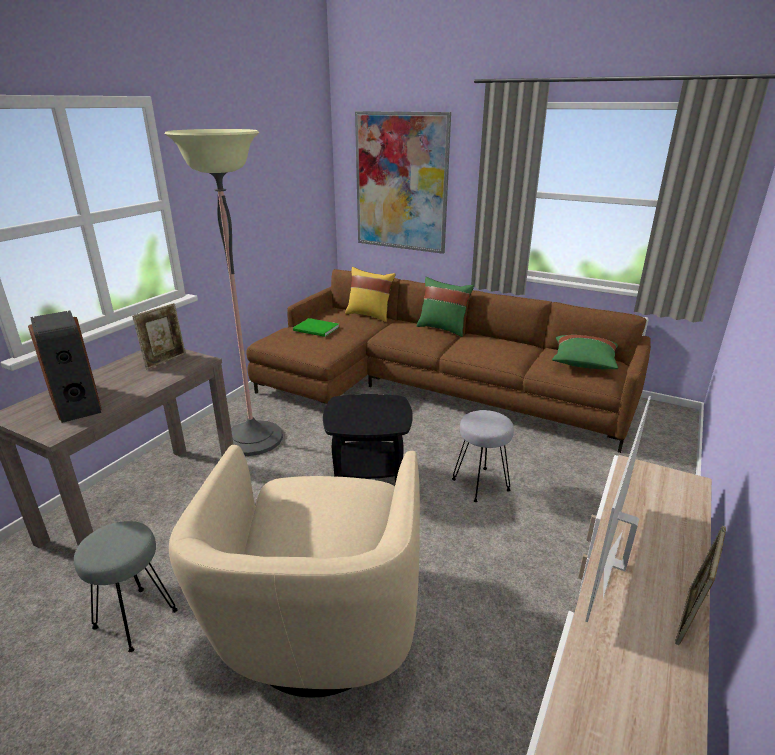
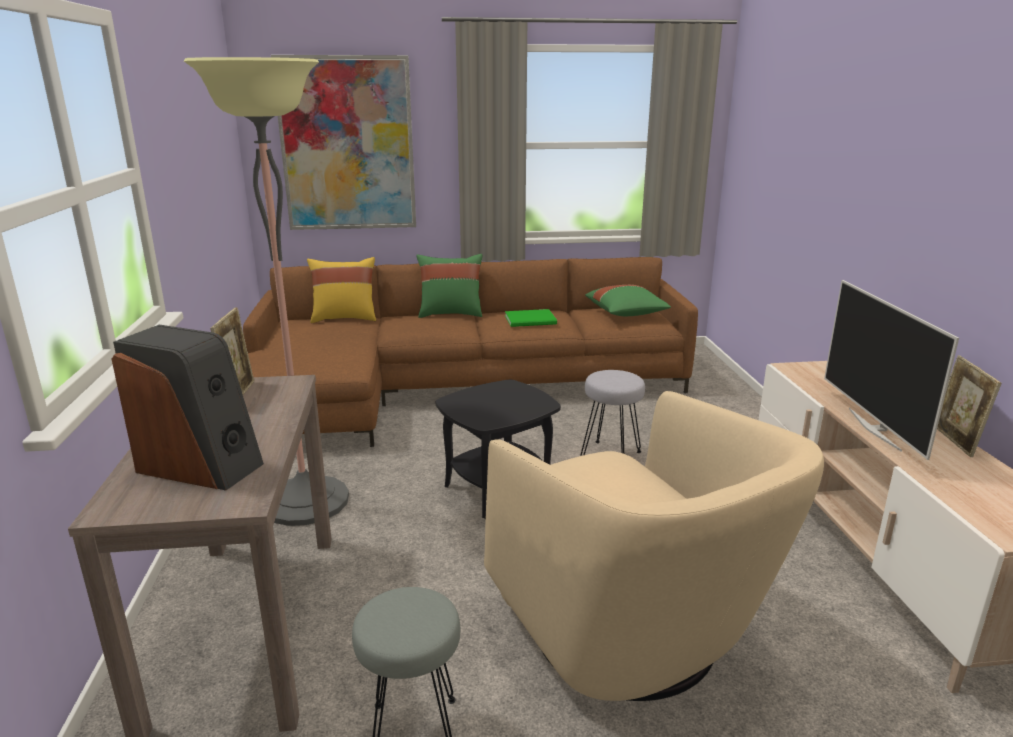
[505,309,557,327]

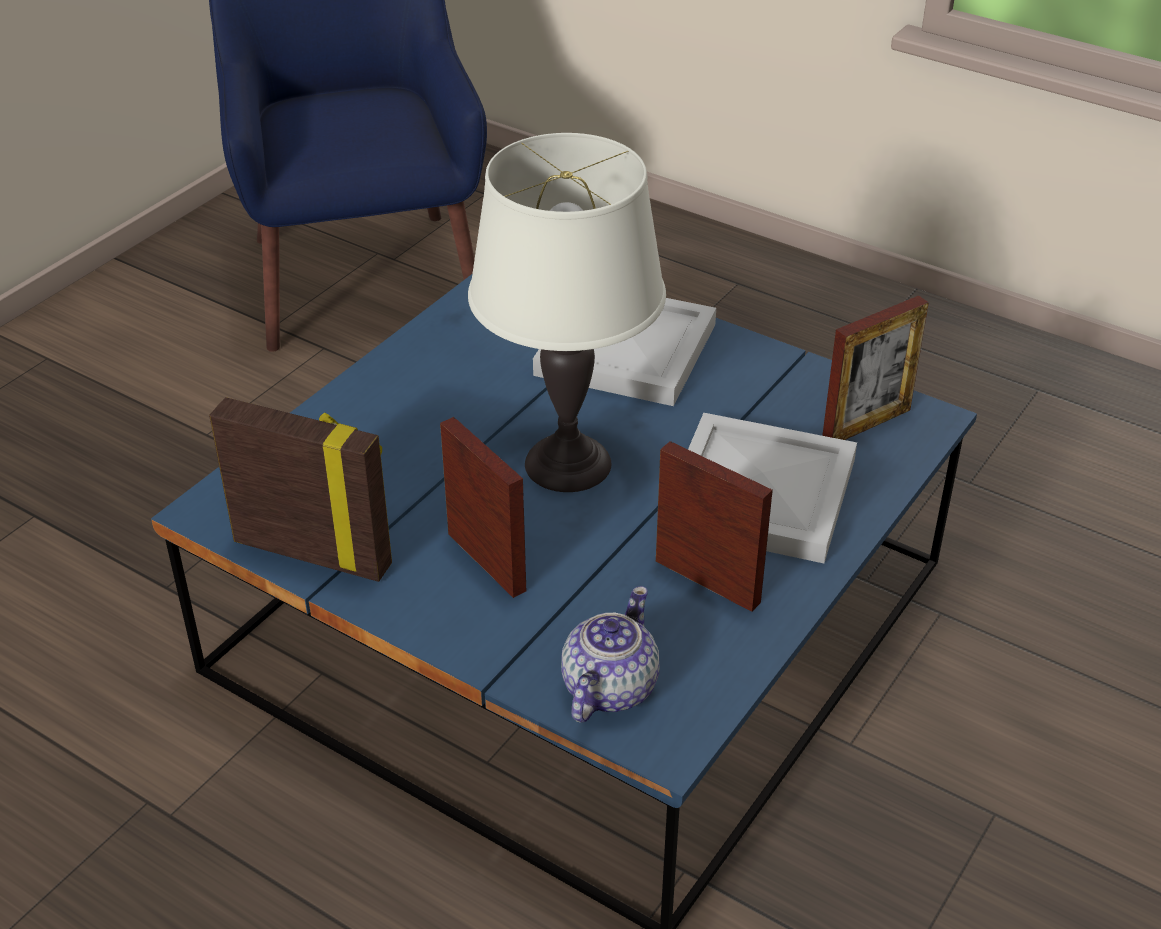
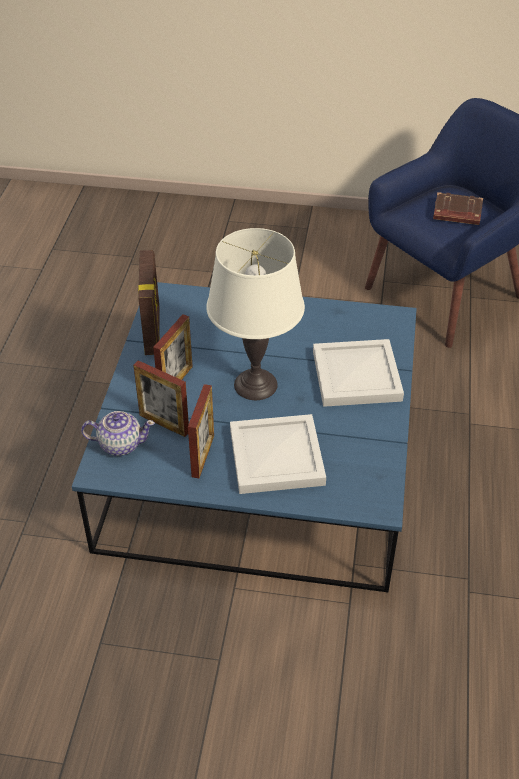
[433,192,483,225]
[133,360,189,437]

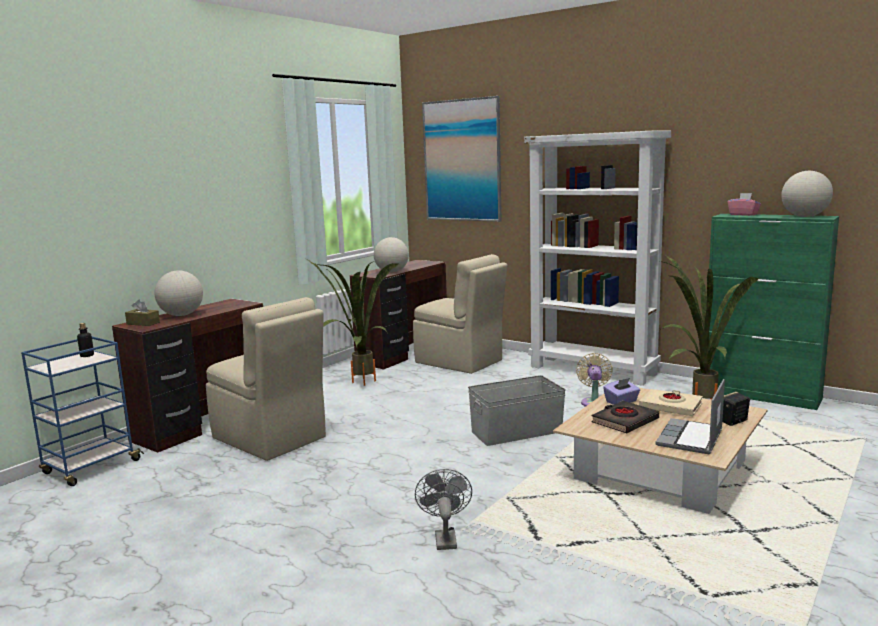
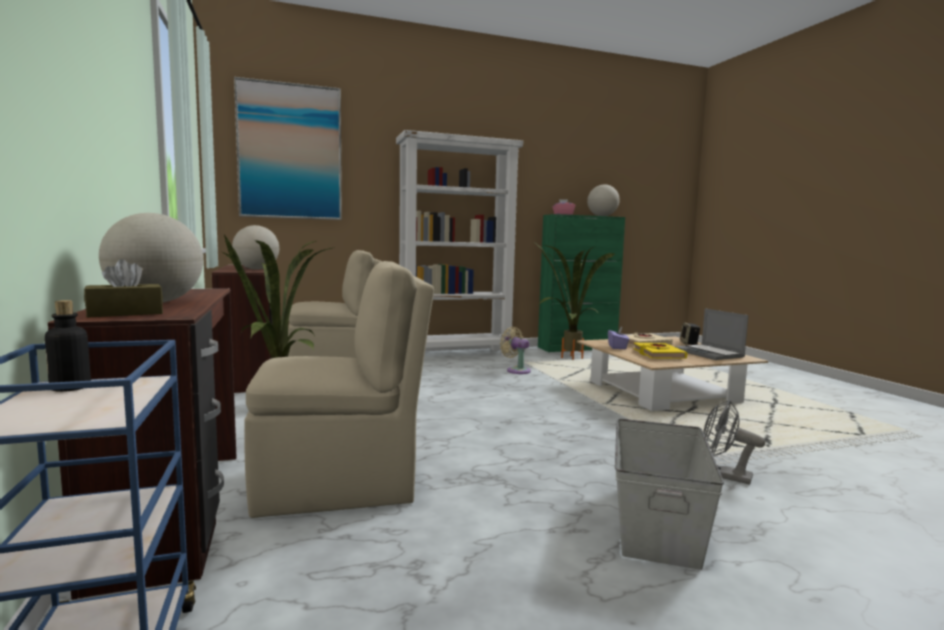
[615,419,724,570]
[633,343,687,359]

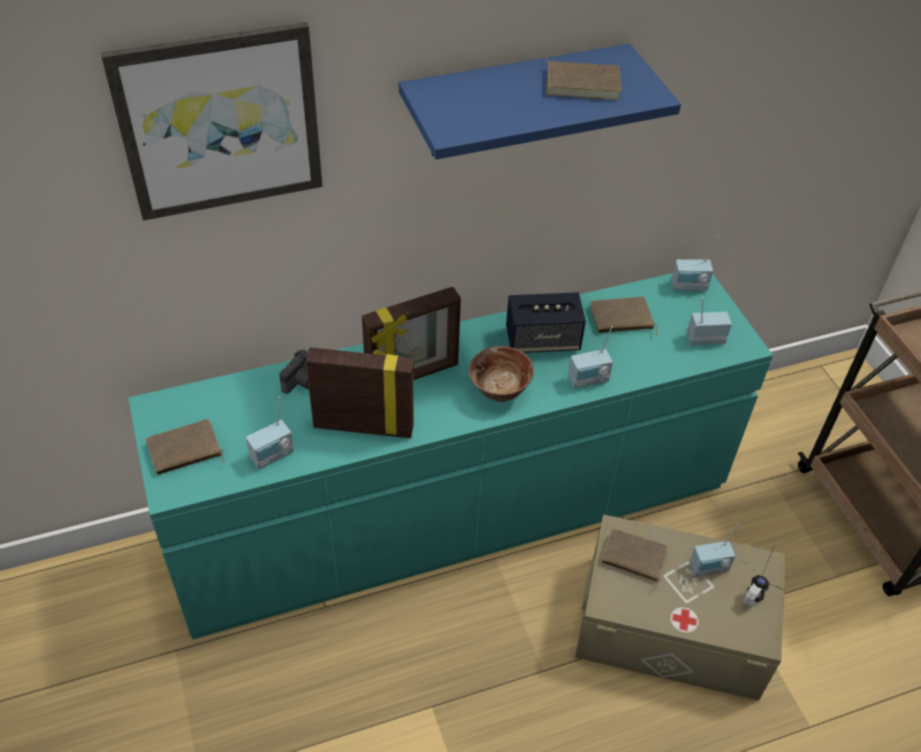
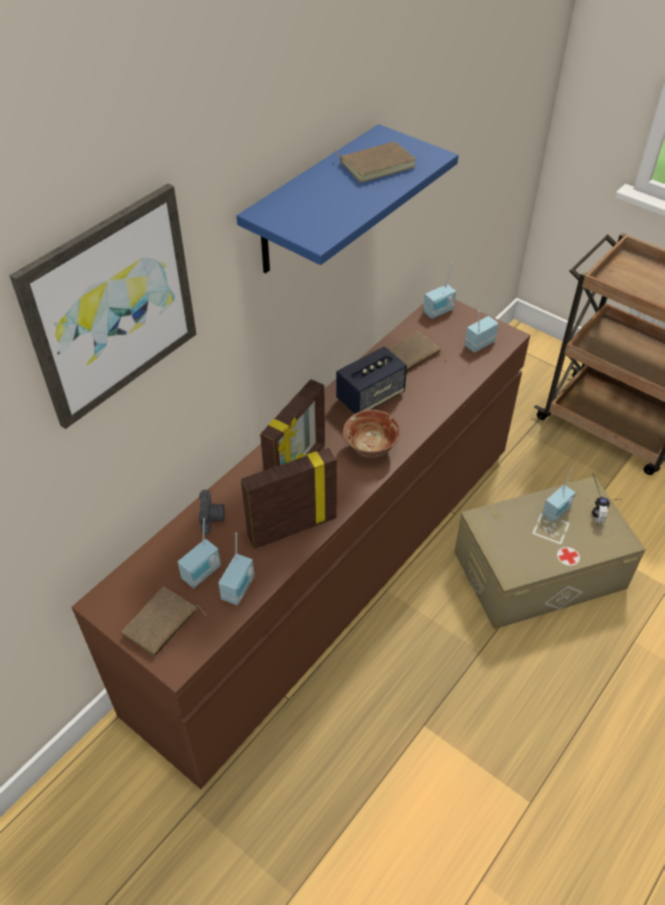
[602,529,668,590] (first image)
[178,518,221,588]
[72,300,530,789]

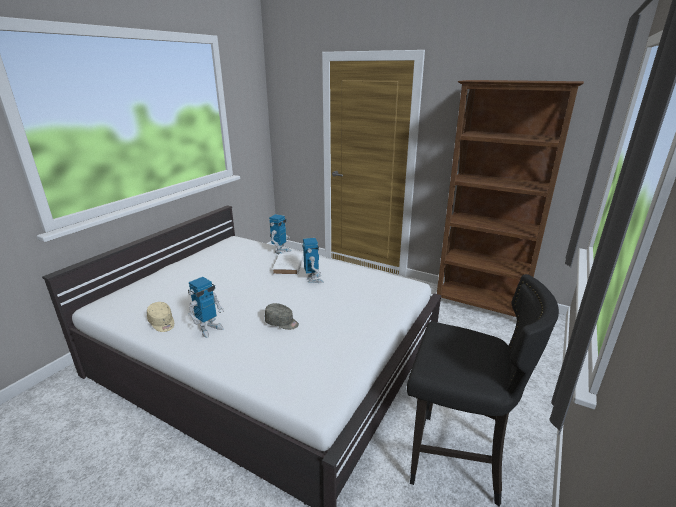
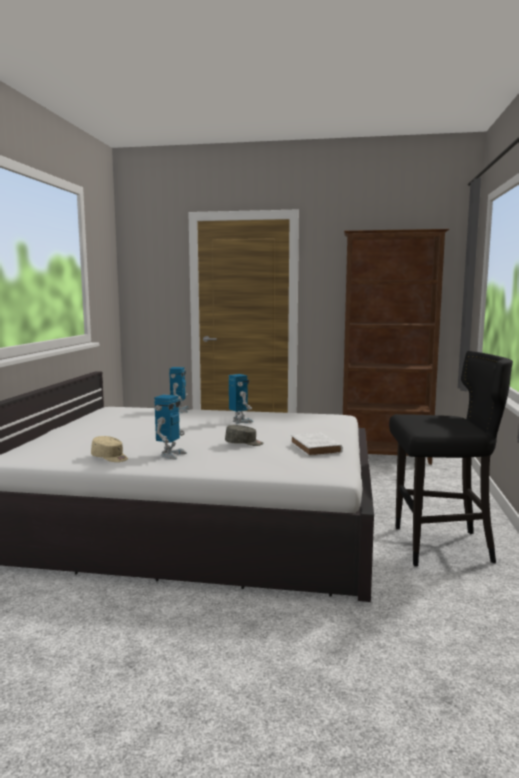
[290,432,343,456]

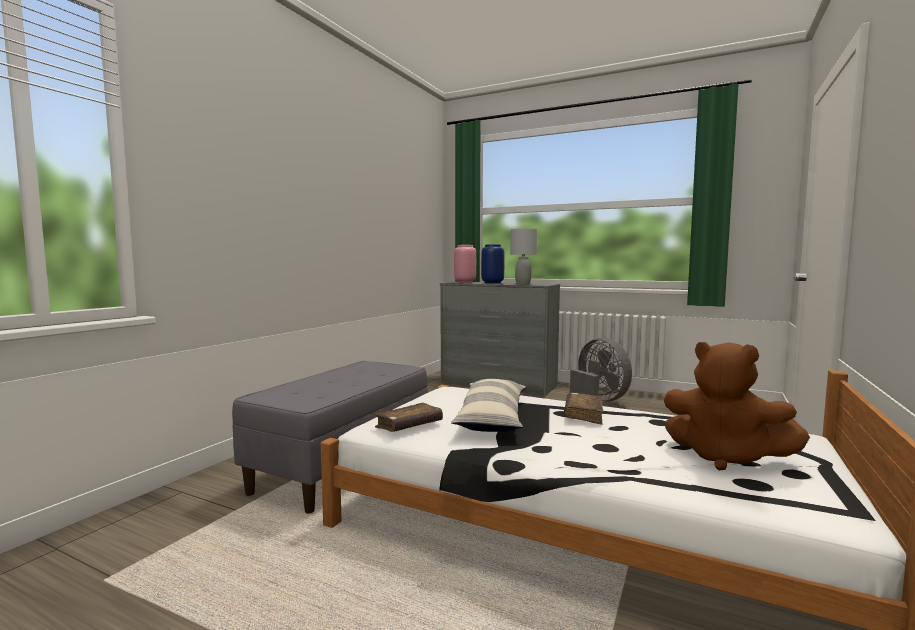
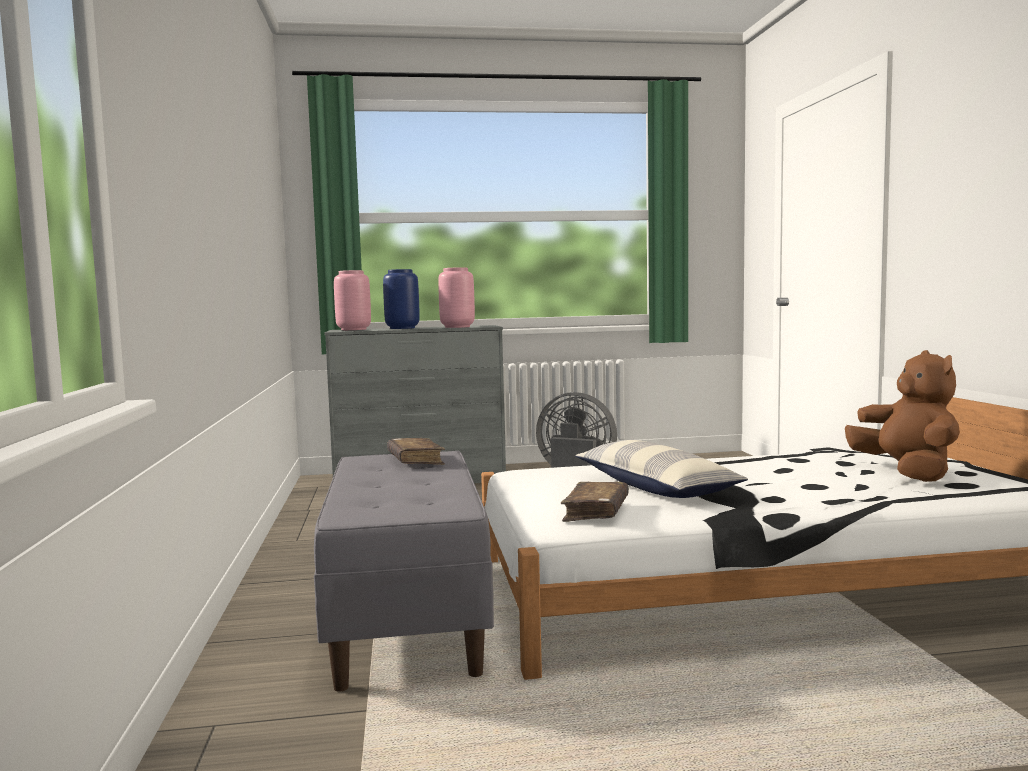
[387,438,445,465]
[438,267,475,328]
[845,350,960,482]

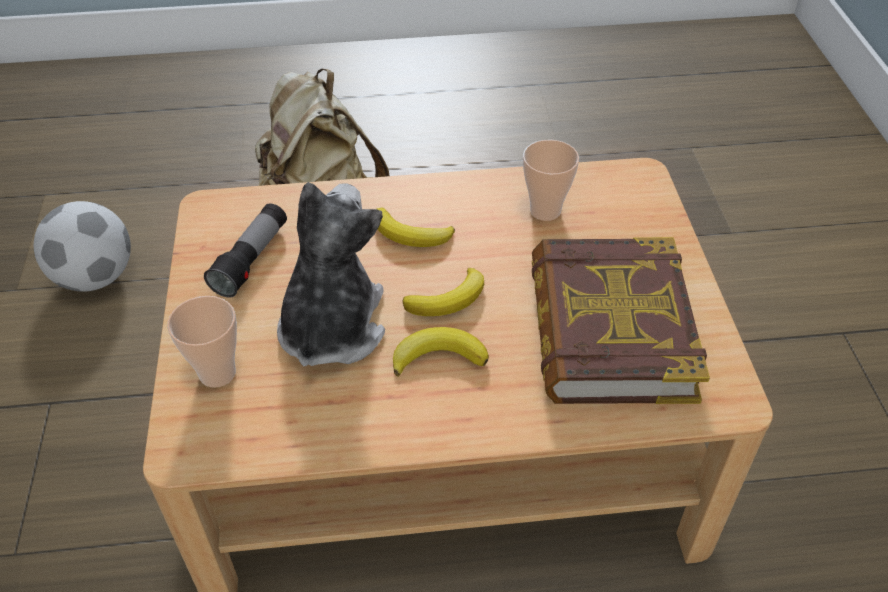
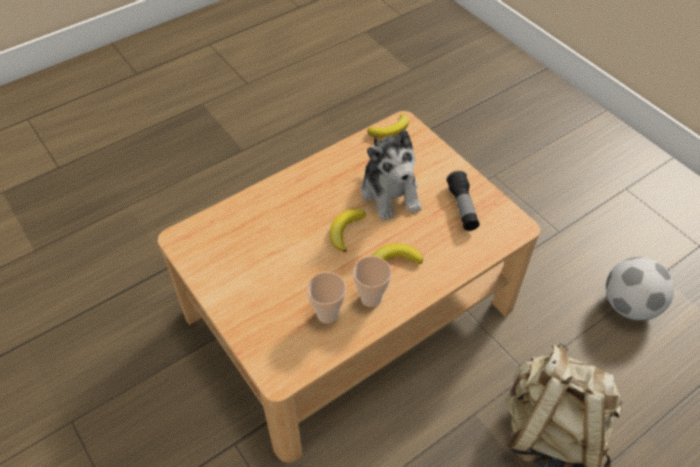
[532,237,710,404] (first image)
[353,256,392,307]
[367,114,409,138]

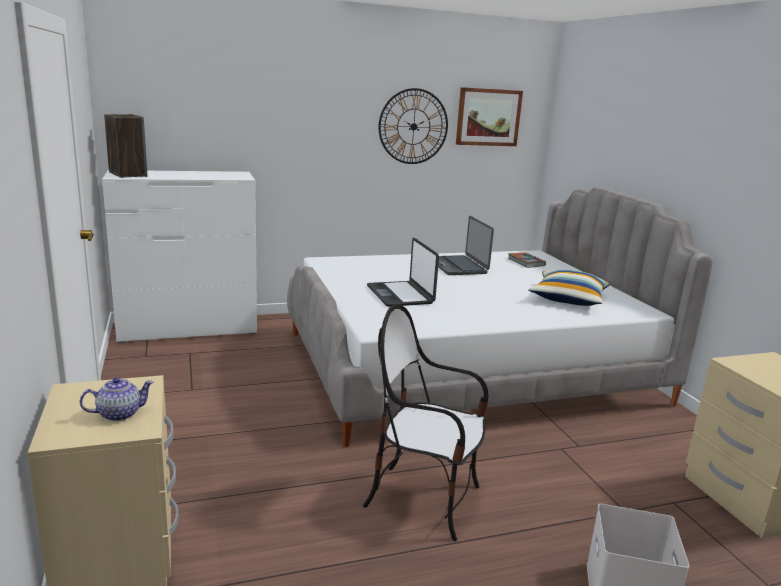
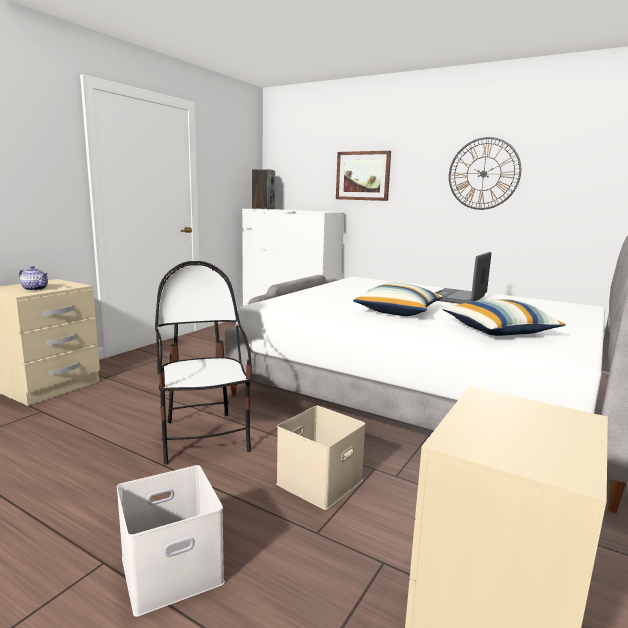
[367,238,439,307] (first image)
[508,252,546,268] (first image)
[276,405,366,510]
[353,282,443,316]
[336,151,391,201]

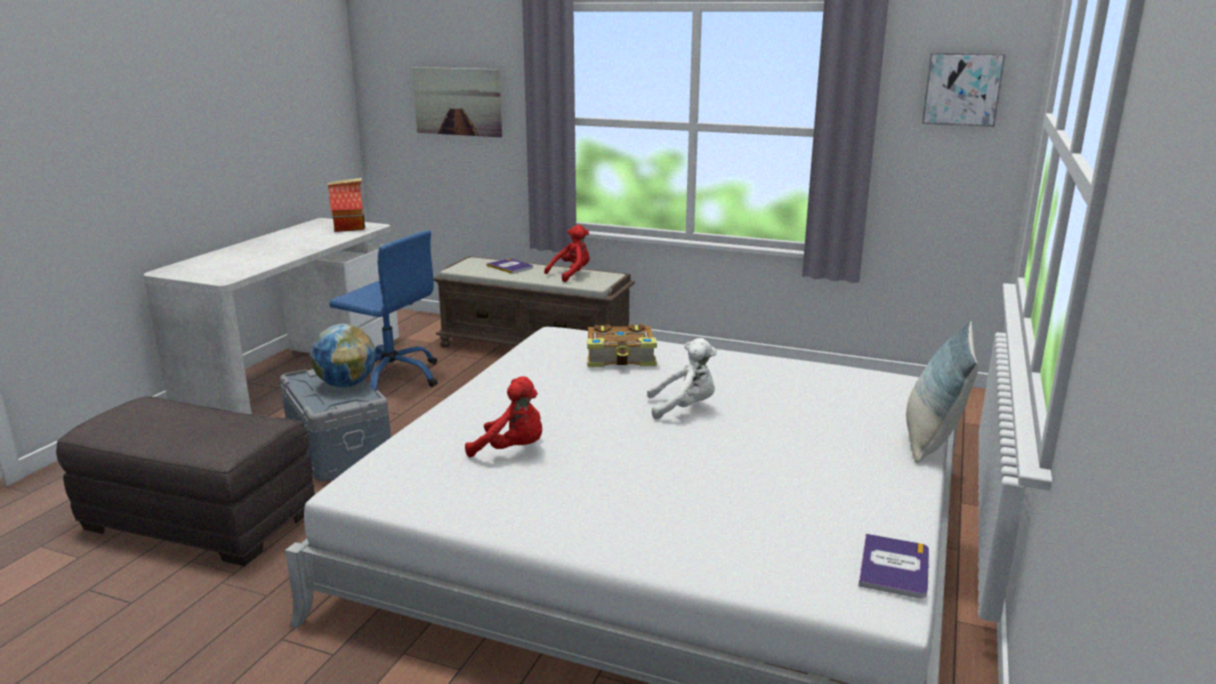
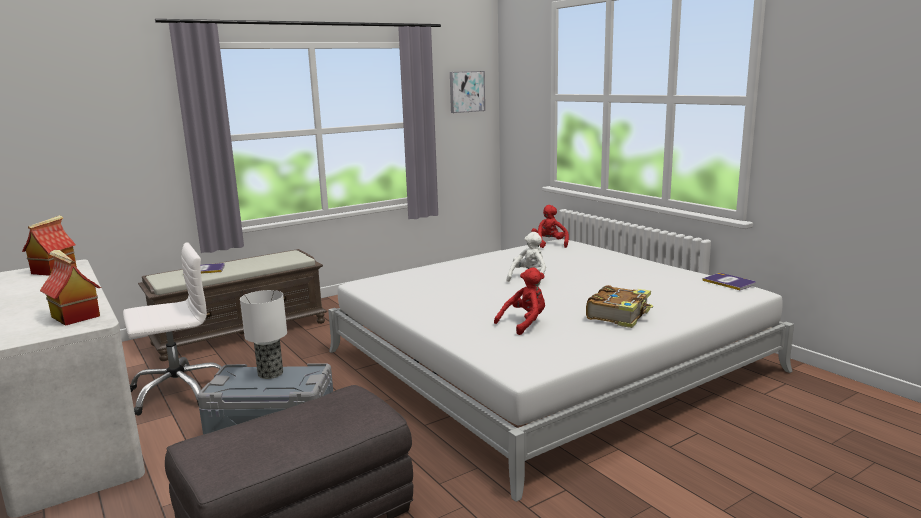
[412,67,502,137] (first image)
[906,321,978,463] (first image)
[40,250,101,326]
[531,205,569,248]
[586,285,653,328]
[240,290,287,379]
[123,242,222,416]

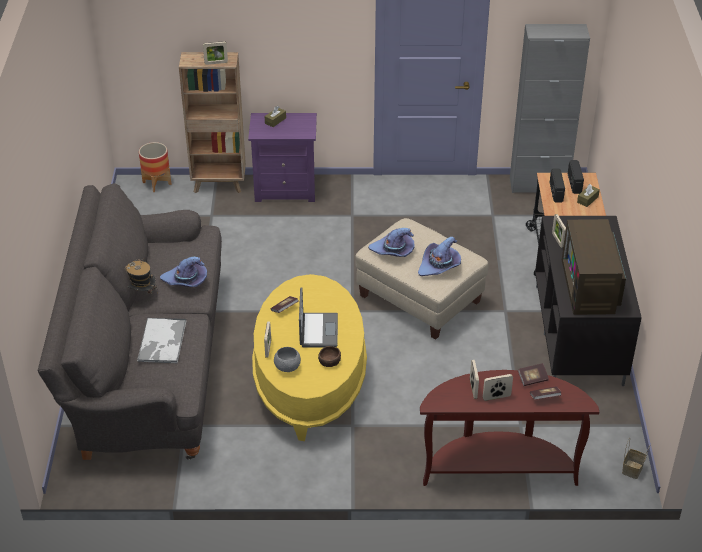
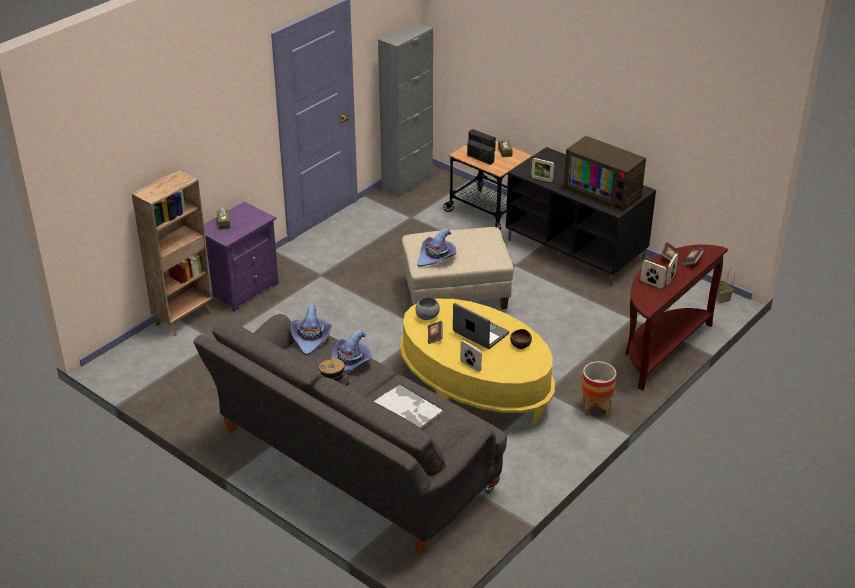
[203,41,228,65] (first image)
[581,362,616,417]
[415,297,440,320]
[290,304,333,355]

